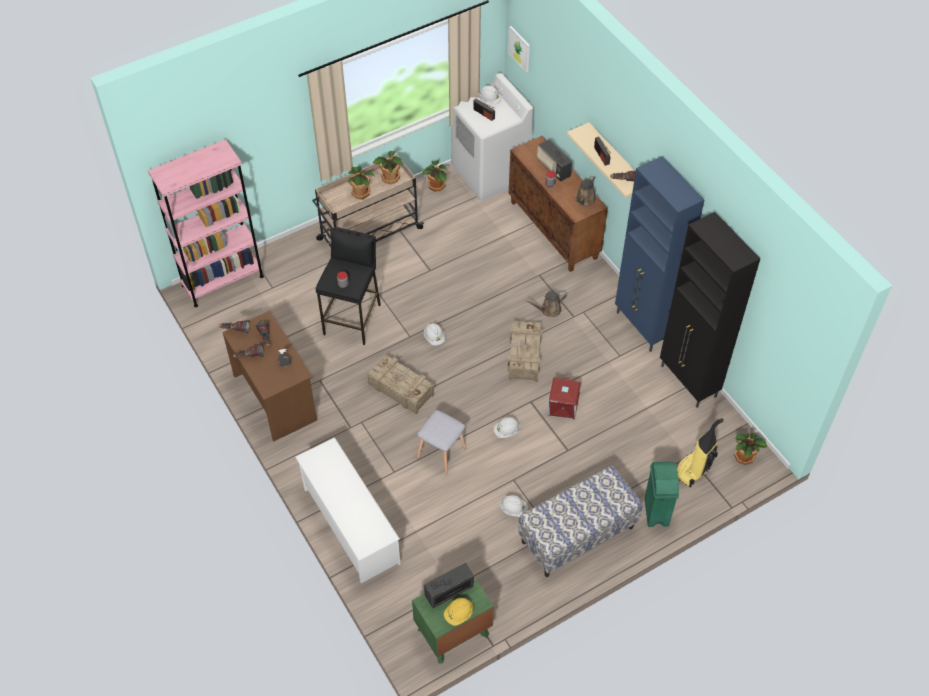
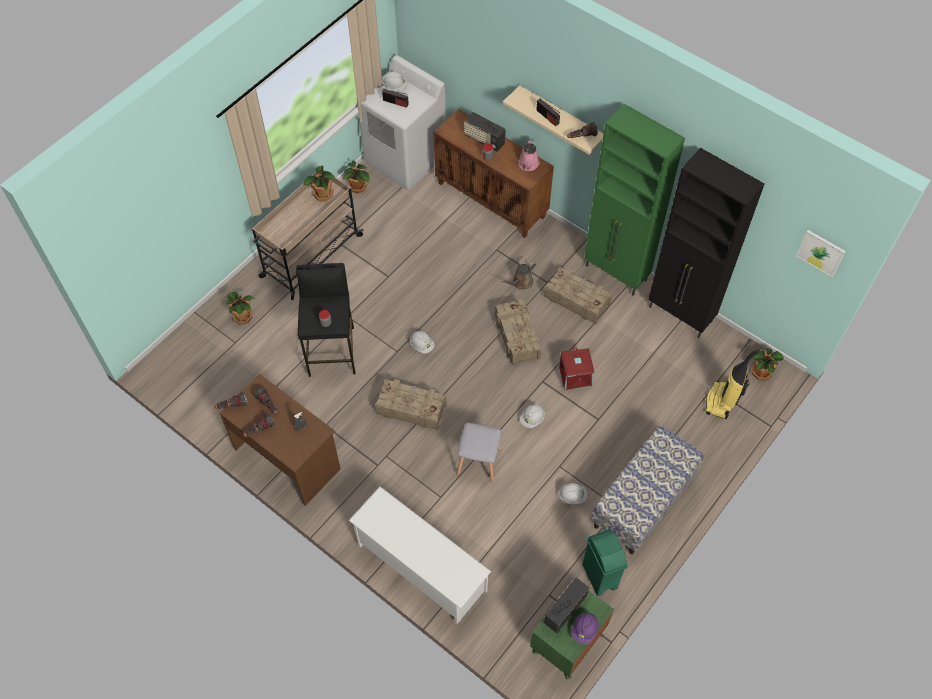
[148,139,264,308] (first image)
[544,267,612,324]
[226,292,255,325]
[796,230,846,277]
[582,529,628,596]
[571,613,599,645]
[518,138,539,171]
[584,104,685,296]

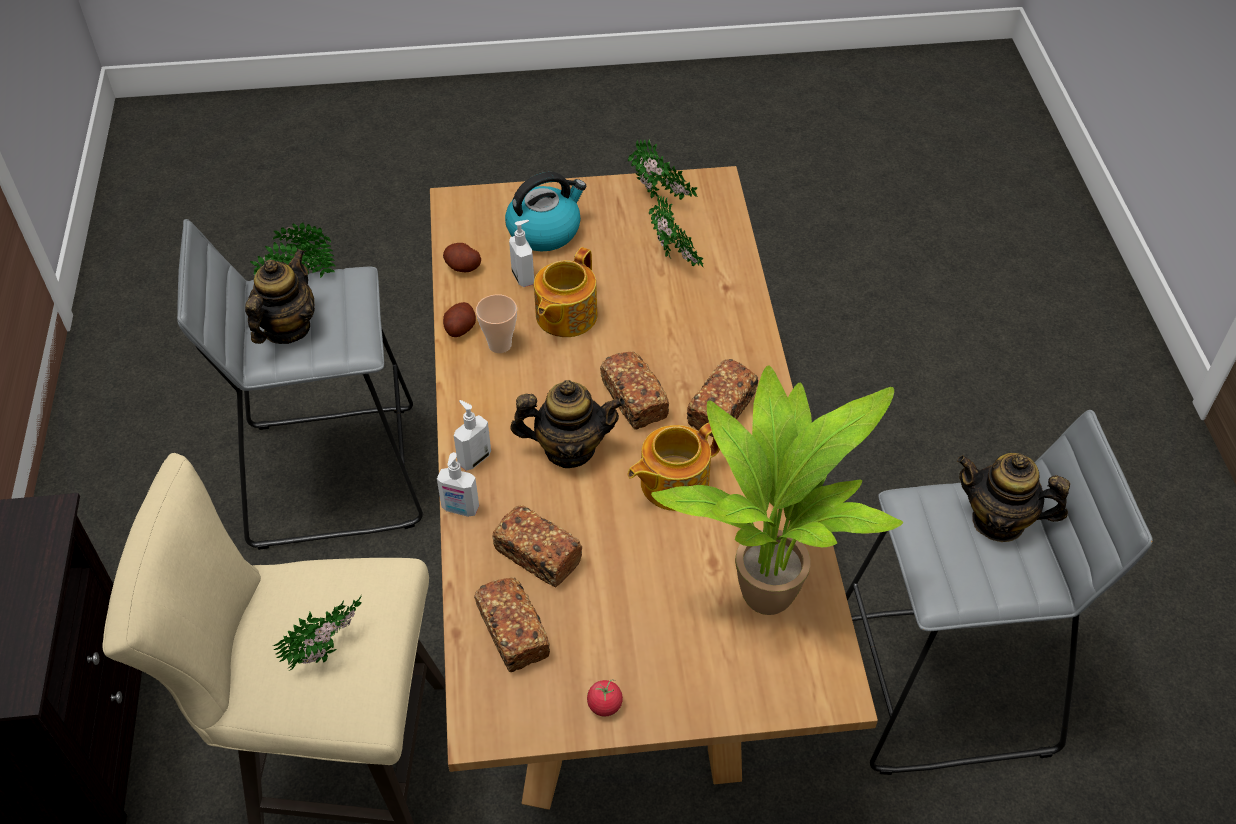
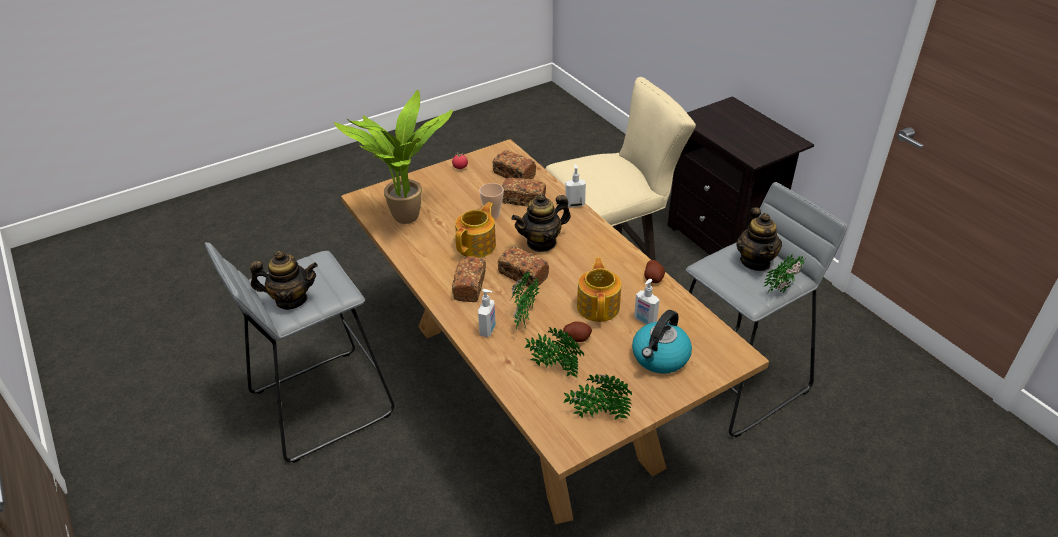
[511,271,540,329]
[563,321,592,342]
[478,289,496,337]
[479,183,504,219]

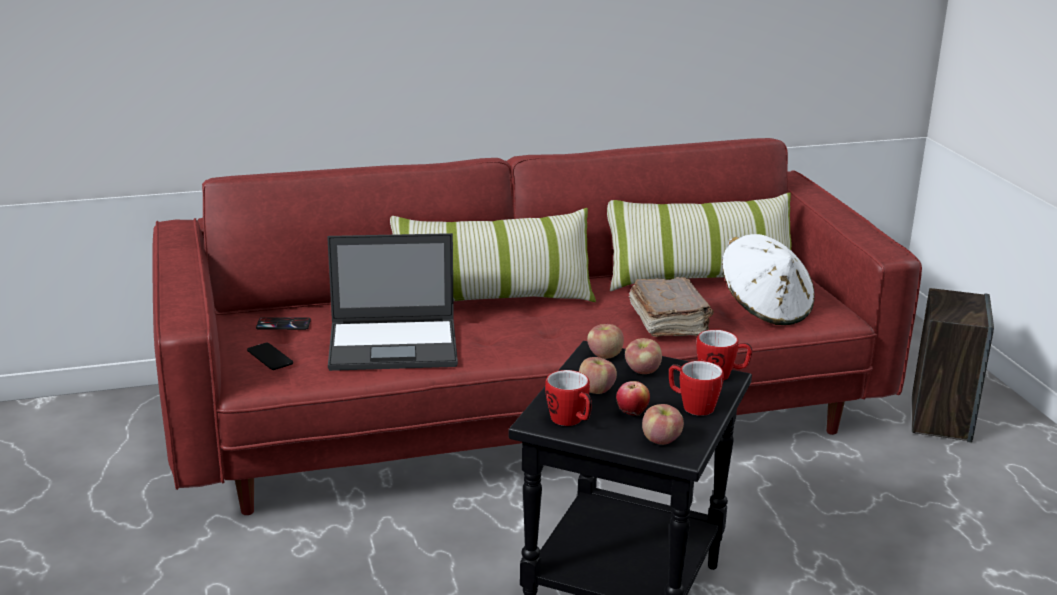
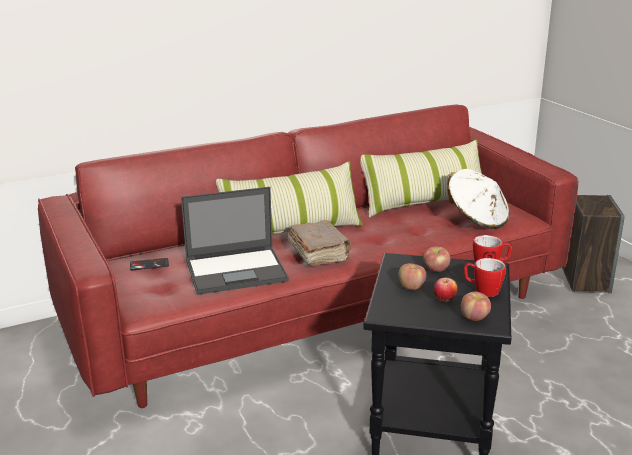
[247,343,293,370] (first image)
[545,370,592,426] (first image)
[587,324,624,359] (first image)
[288,220,352,266]

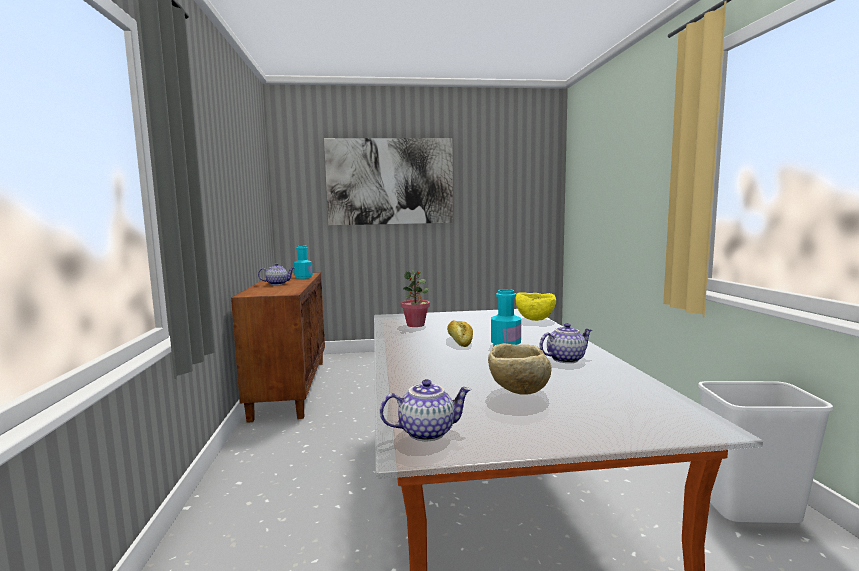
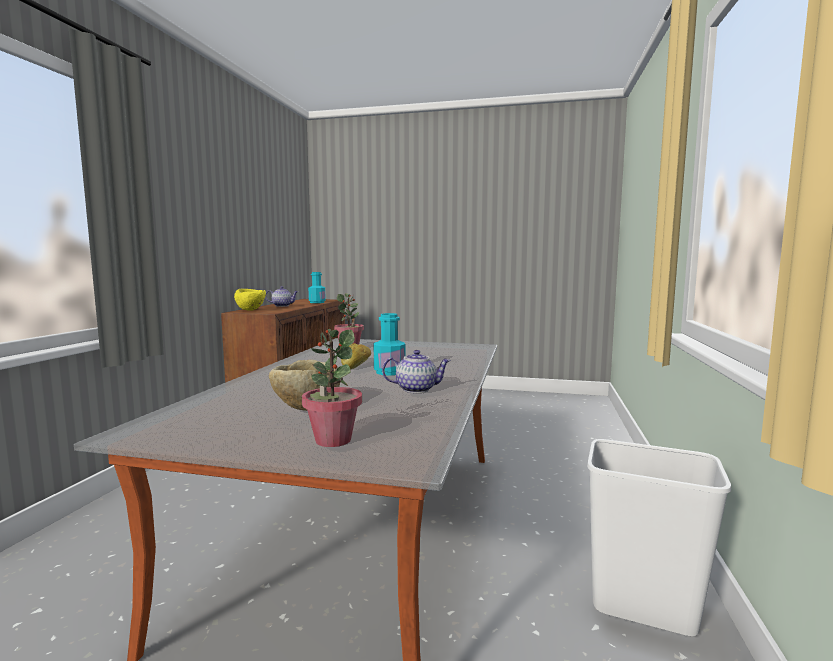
[324,138,453,225] (first image)
[380,379,472,441] (first image)
[302,329,362,447]
[234,289,266,311]

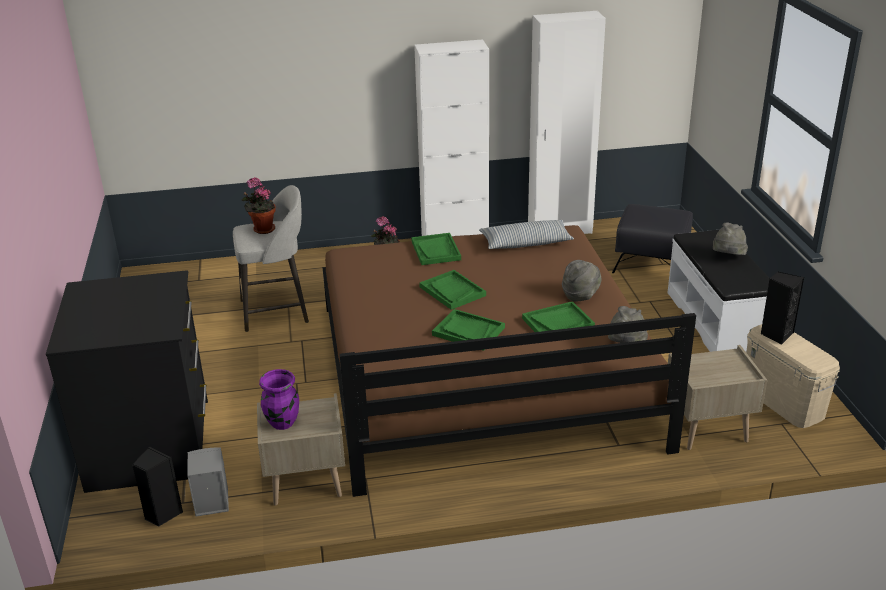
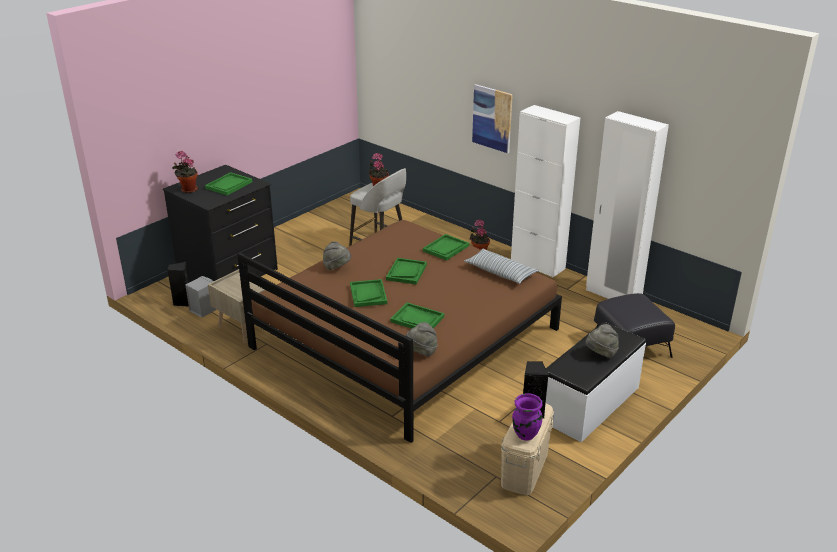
[668,345,767,450] (first image)
[172,151,198,193]
[205,172,253,196]
[472,84,513,153]
[512,393,543,440]
[323,241,351,270]

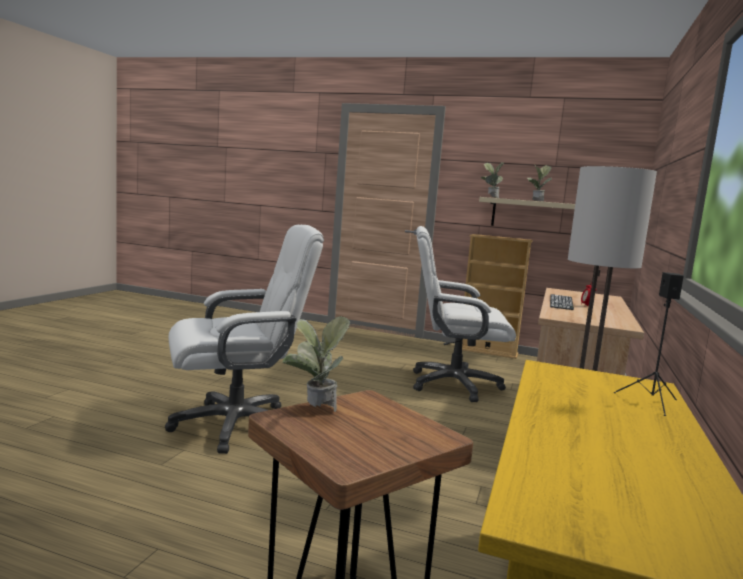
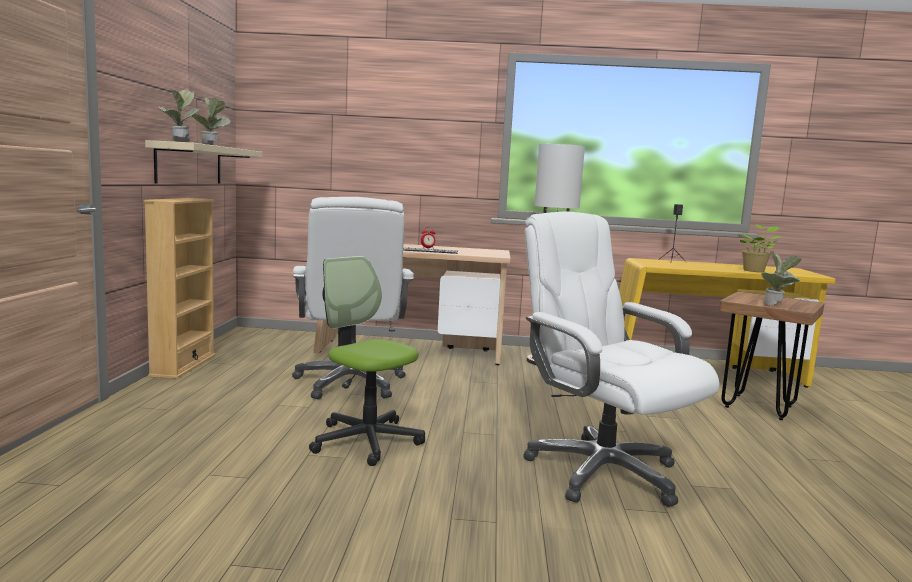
[309,256,425,466]
[738,224,782,272]

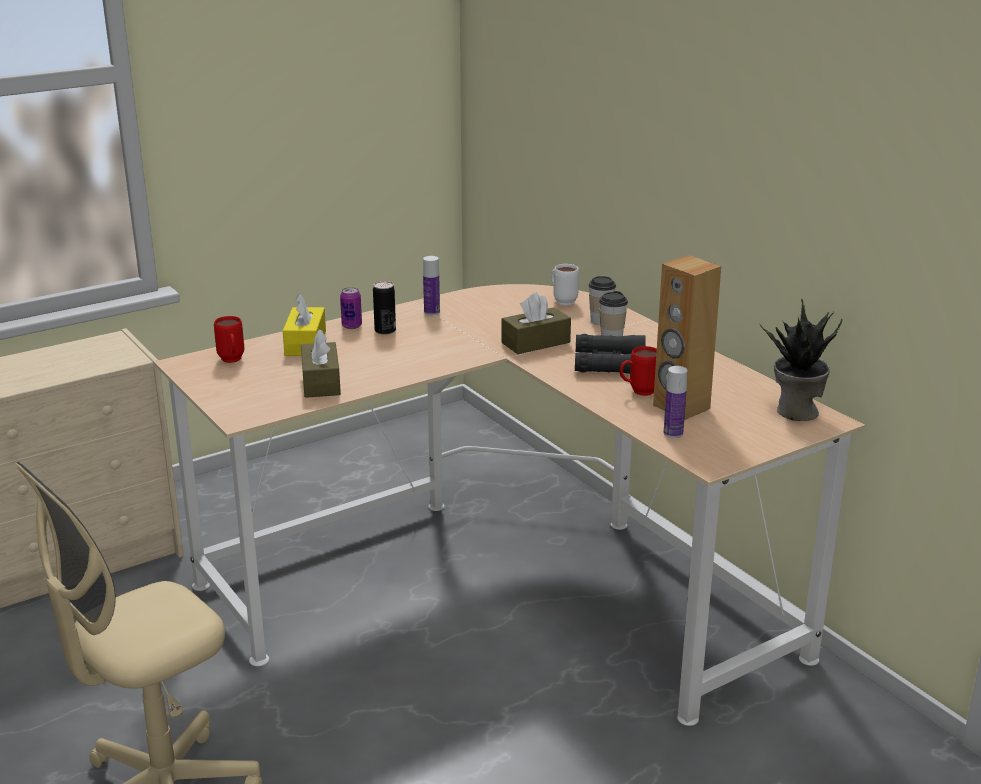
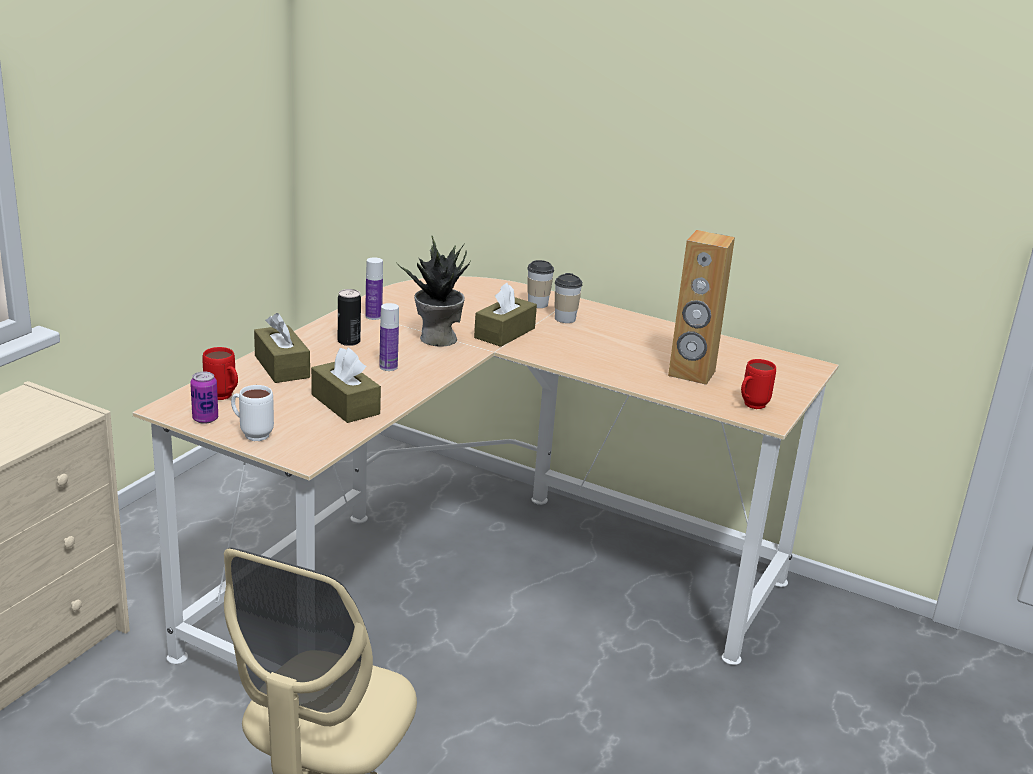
[575,334,646,374] (first image)
[190,372,218,424]
[231,385,274,441]
[741,359,776,409]
[379,303,399,371]
[396,236,472,347]
[254,313,310,383]

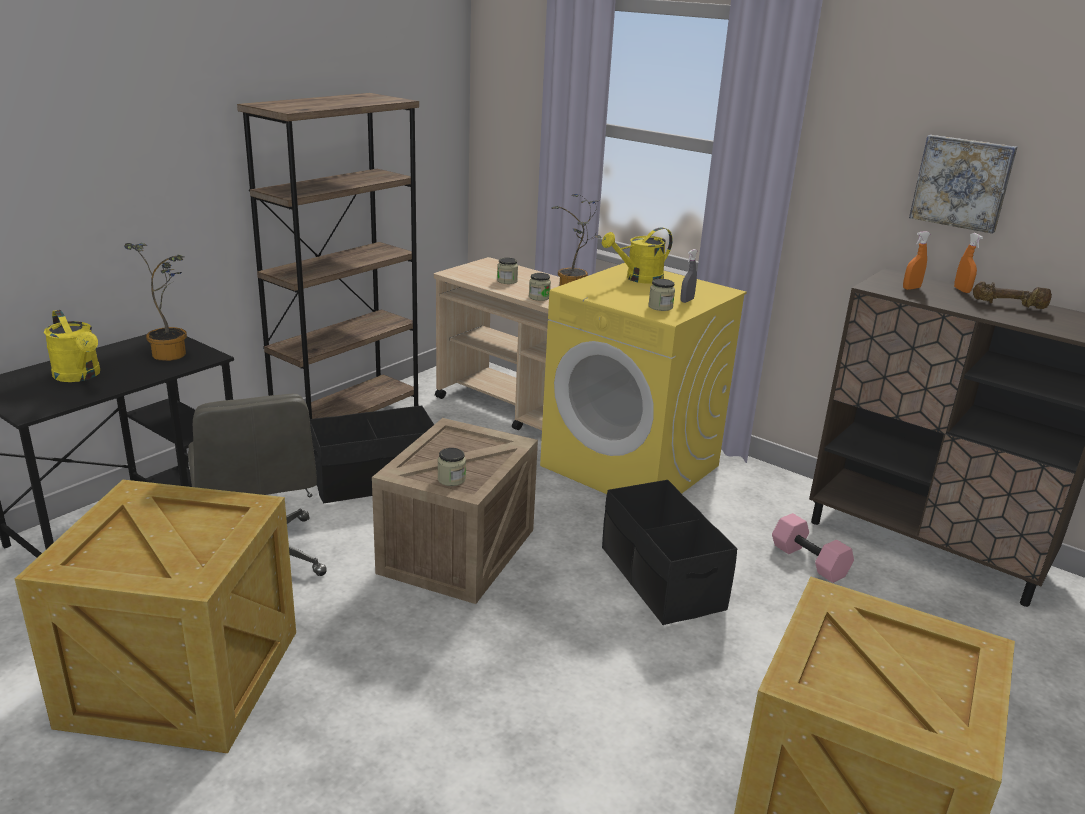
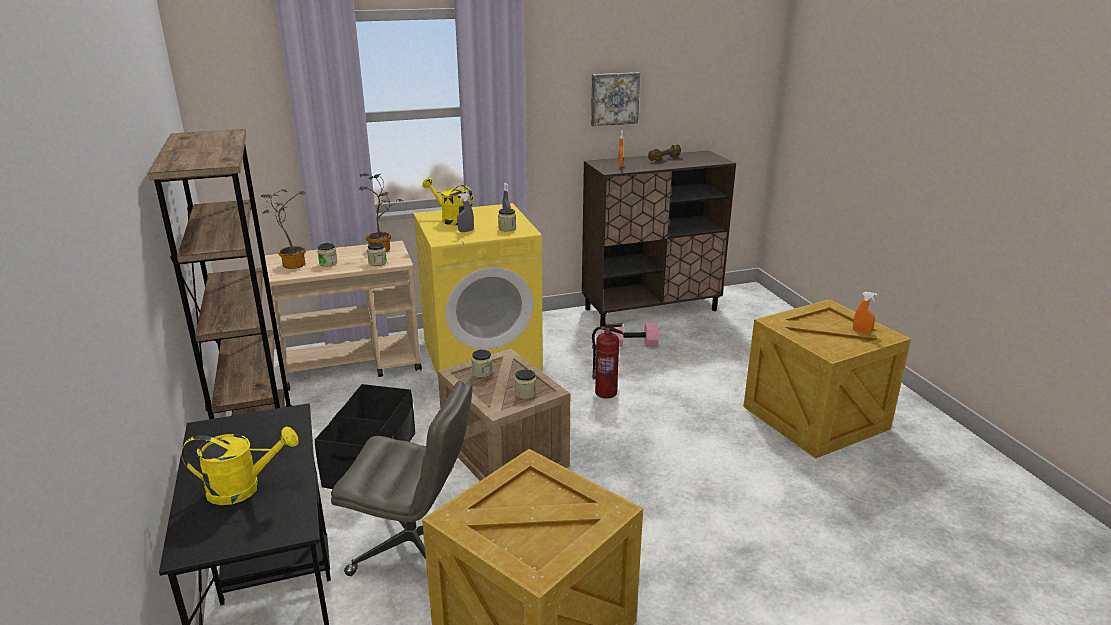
[457,193,474,232]
[471,350,493,378]
[261,189,306,269]
[853,292,877,334]
[592,323,623,399]
[422,178,473,225]

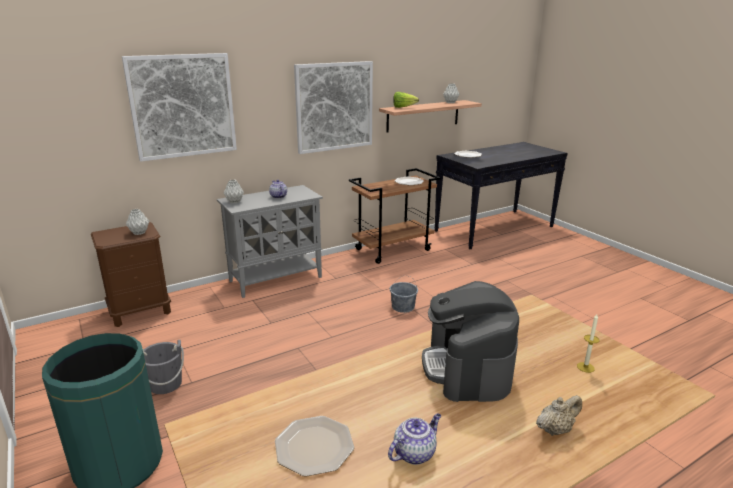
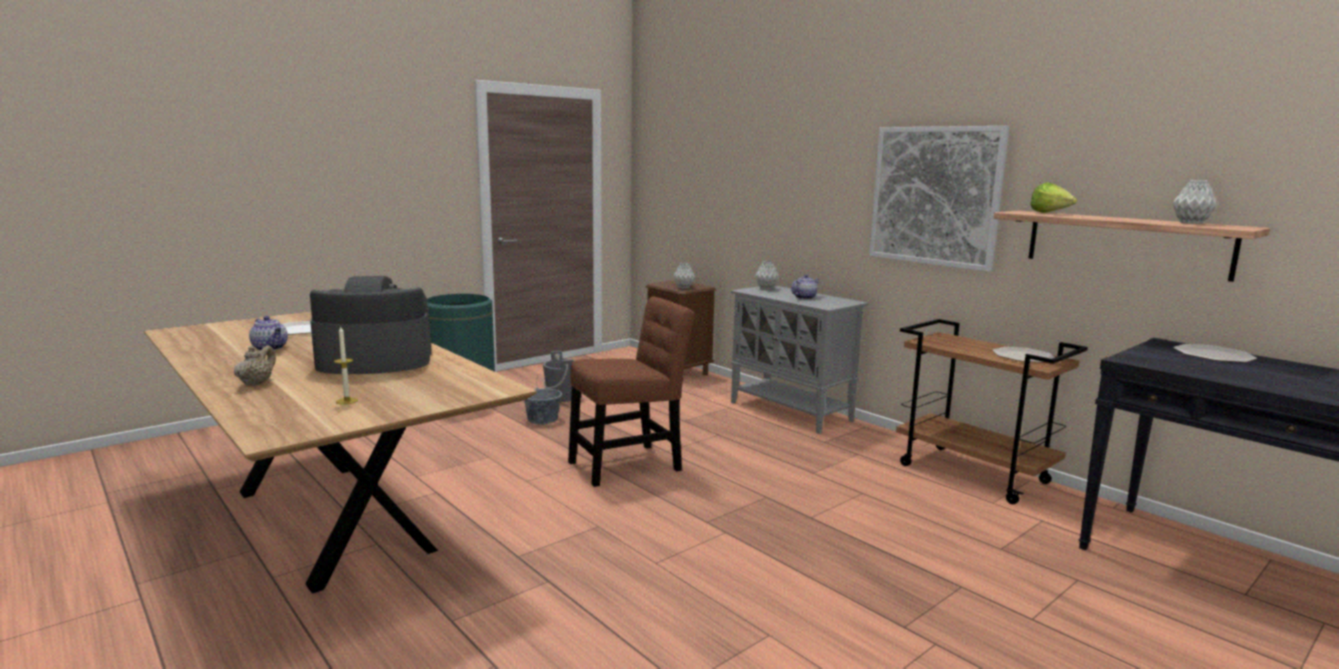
[122,53,237,162] (first image)
[568,296,695,487]
[524,374,562,424]
[234,346,276,386]

